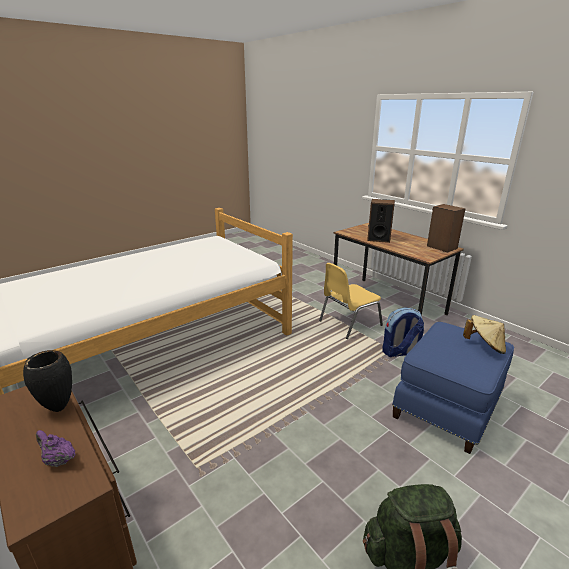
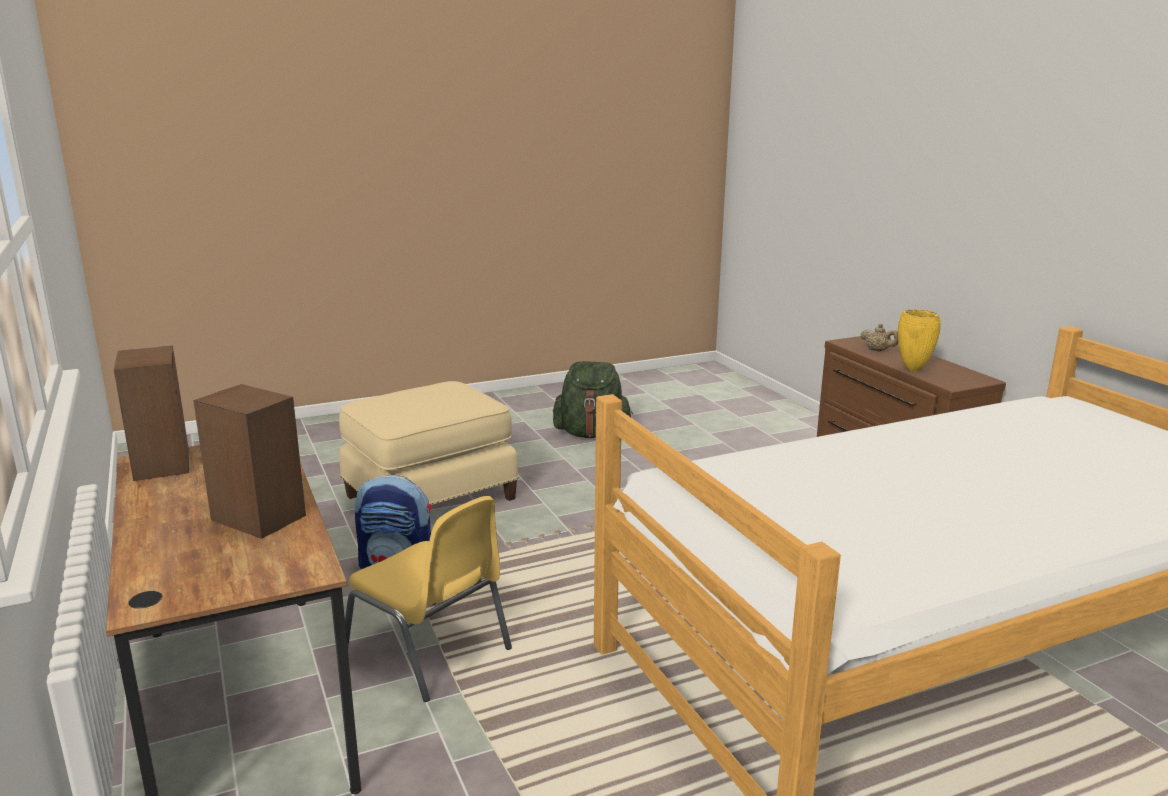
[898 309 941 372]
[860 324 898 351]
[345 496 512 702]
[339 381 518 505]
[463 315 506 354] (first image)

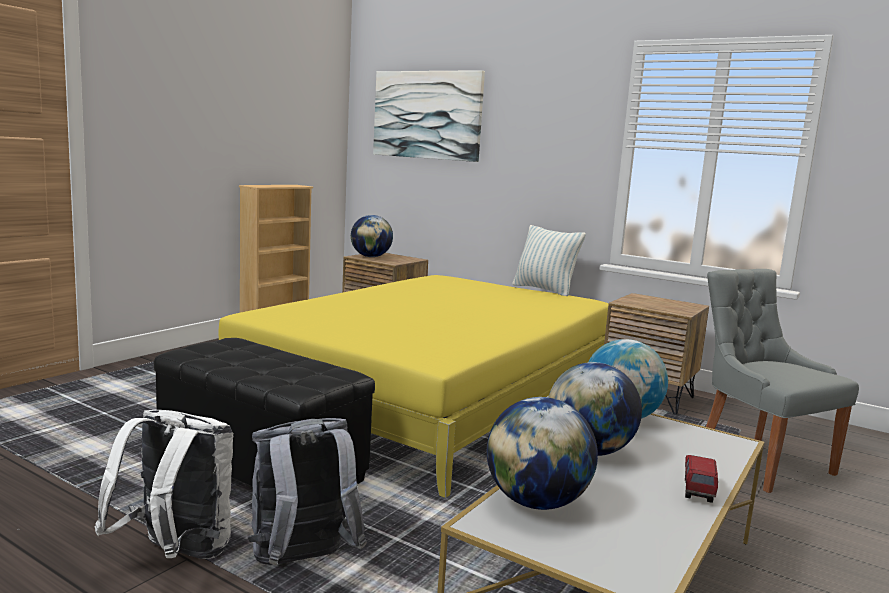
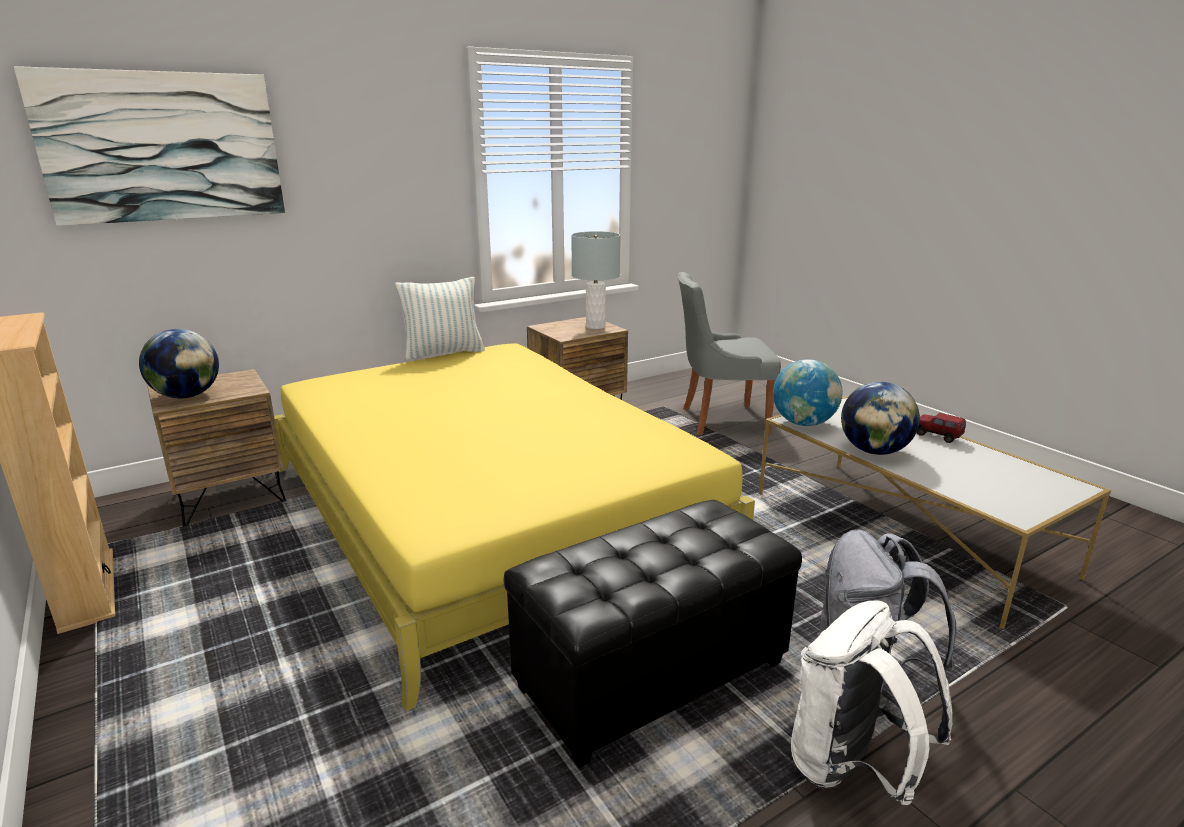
[487 397 598 510] (first image)
[571 231 620 329]

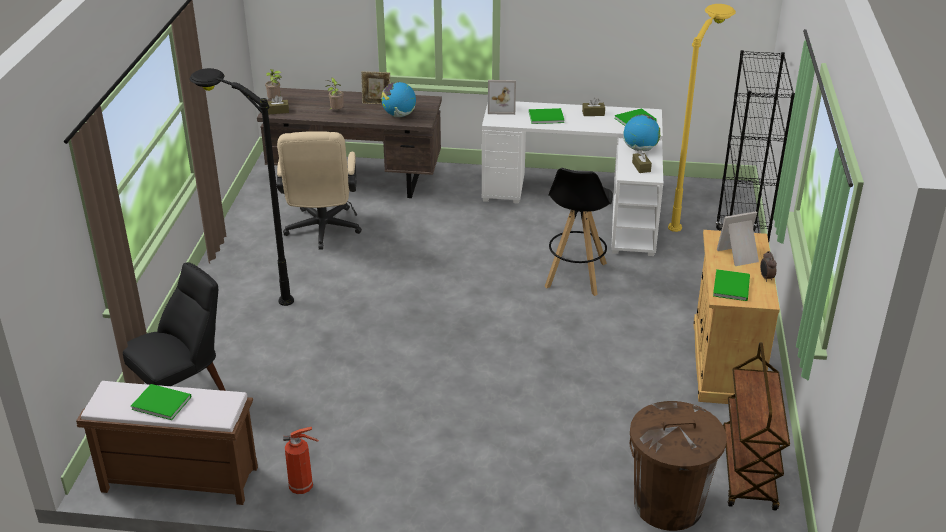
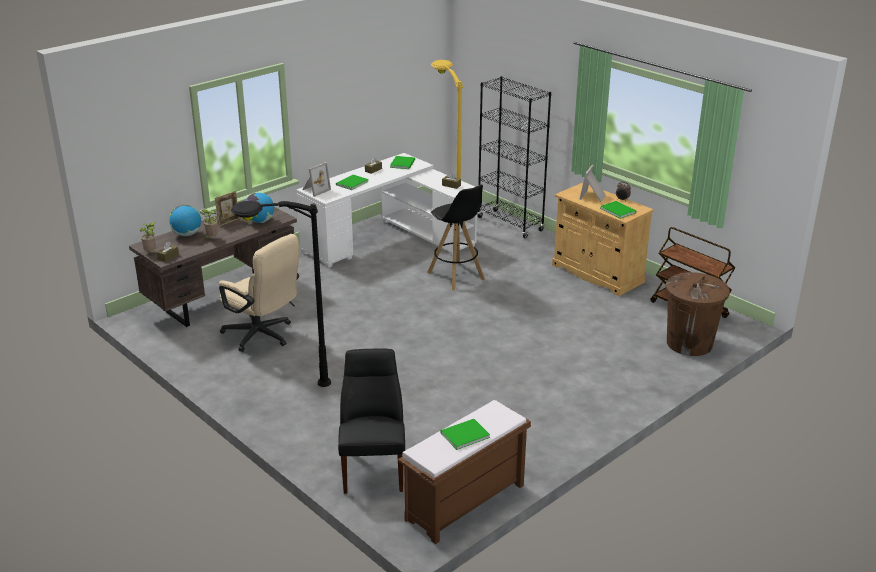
[283 427 319 494] (first image)
[169 205 201 236]

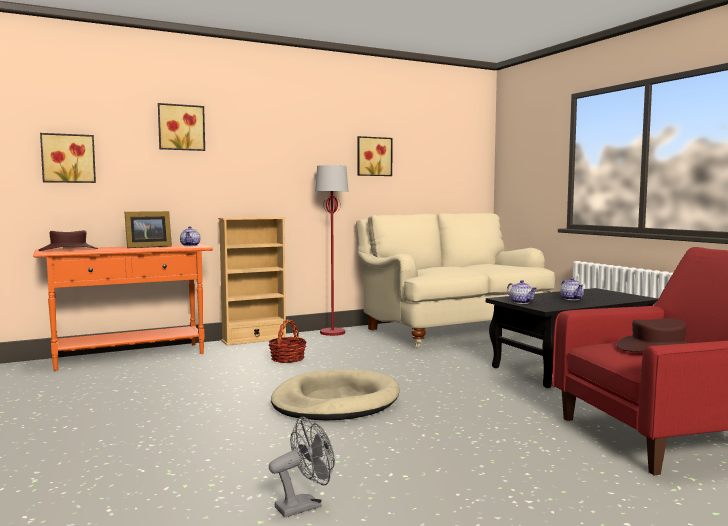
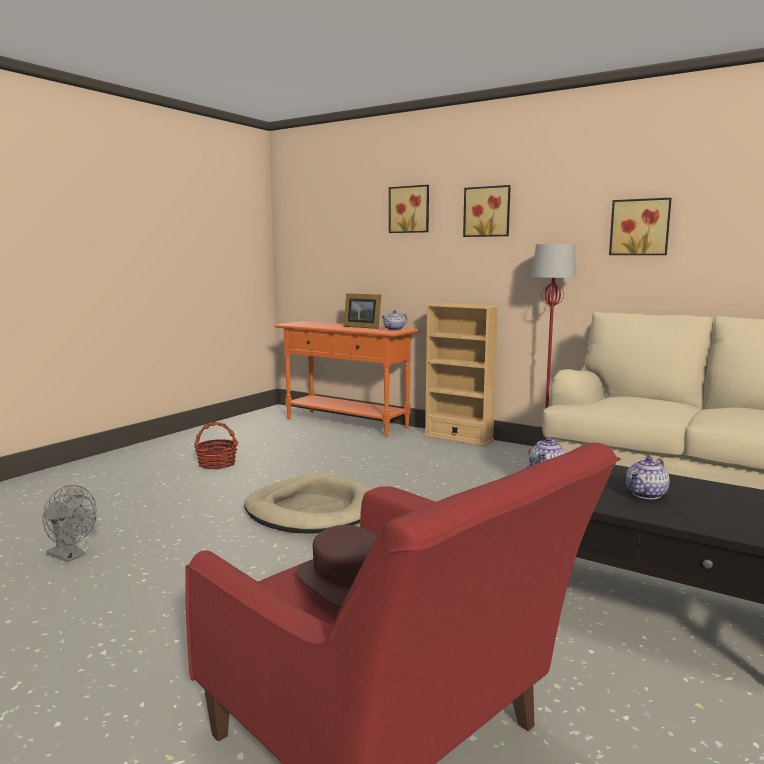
[39 230 98 251] (first image)
[463 185 511 237]
[194 422 238 469]

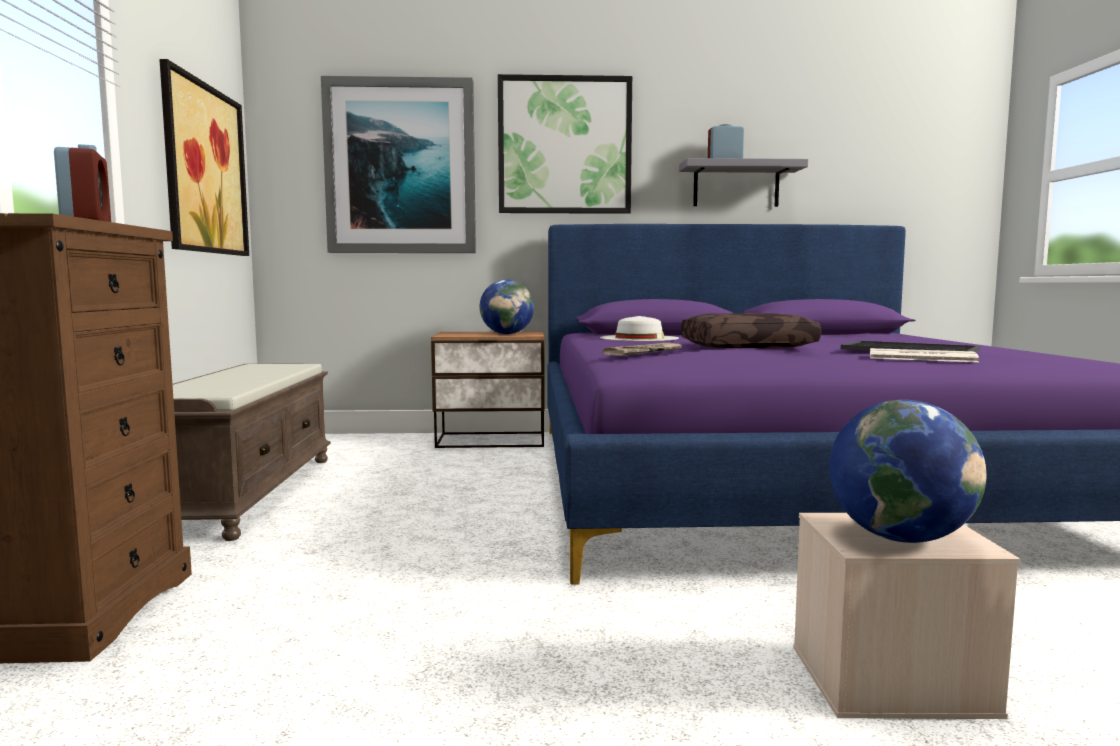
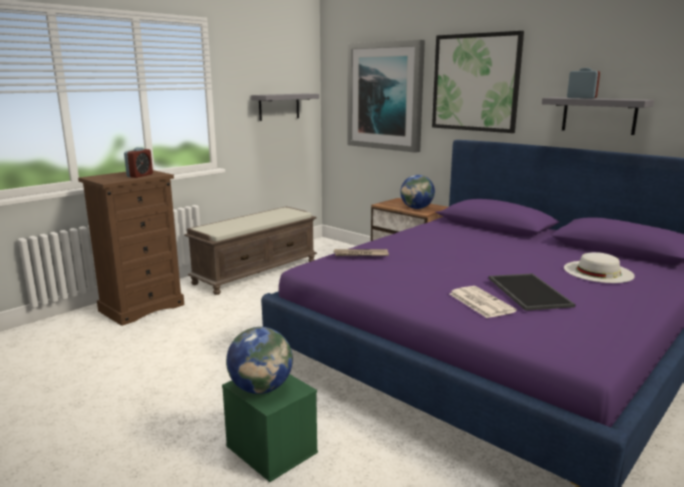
[251 94 319 121]
[564 252 635 283]
[681 313 821 348] (first image)
[222 374 318 482]

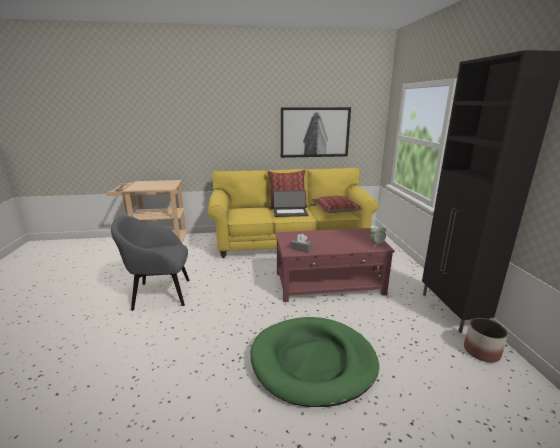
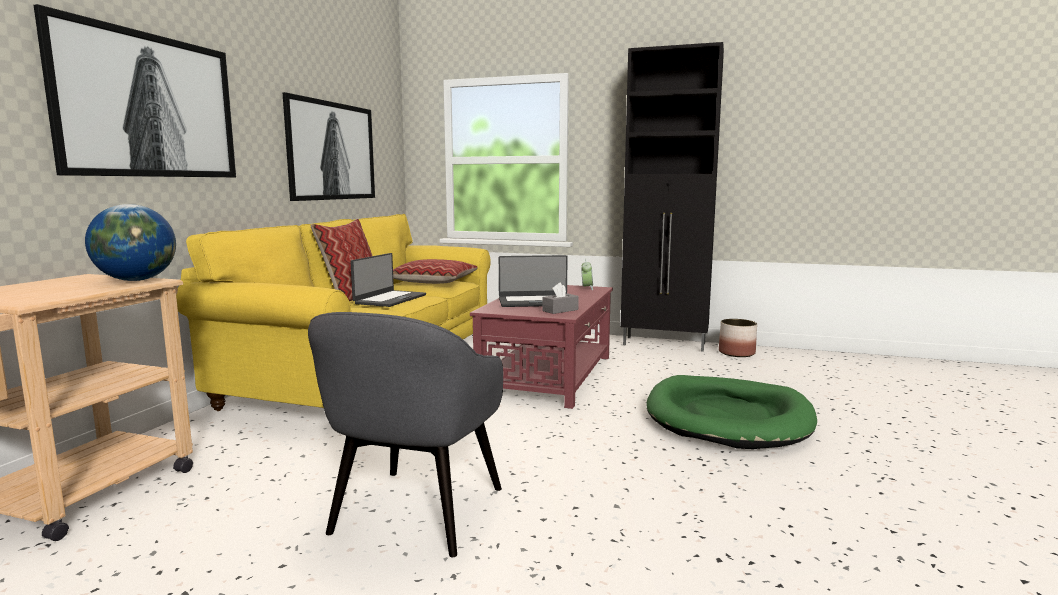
[34 4 236 177]
[85 204 176 281]
[499 255 568 307]

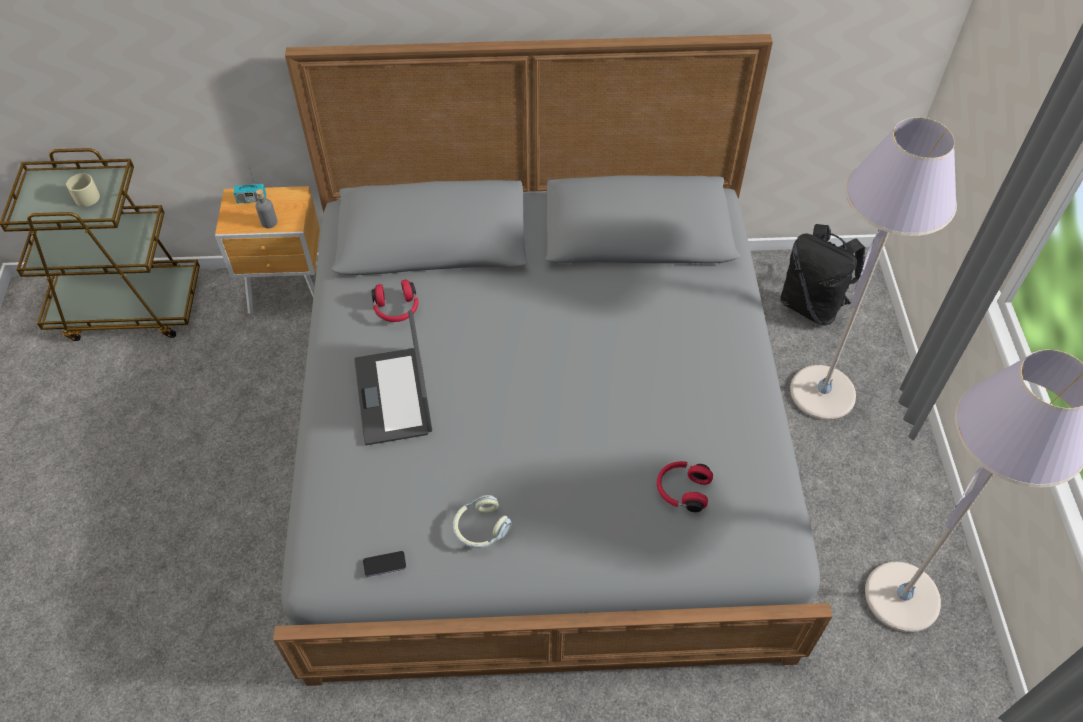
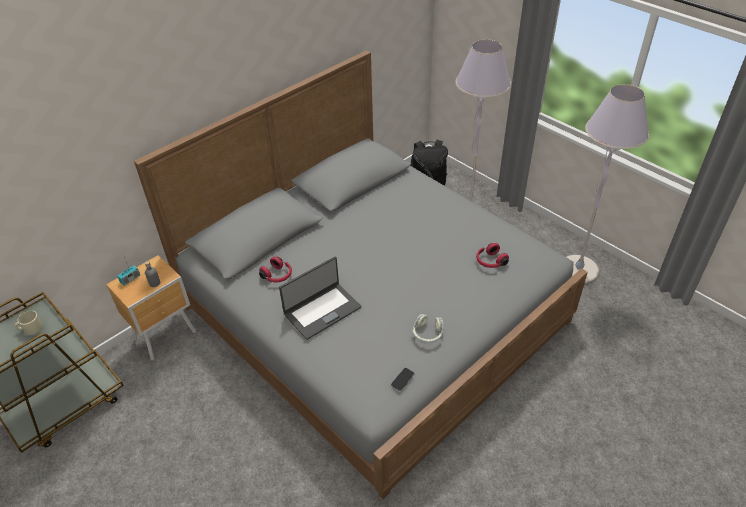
[279 257 361 340]

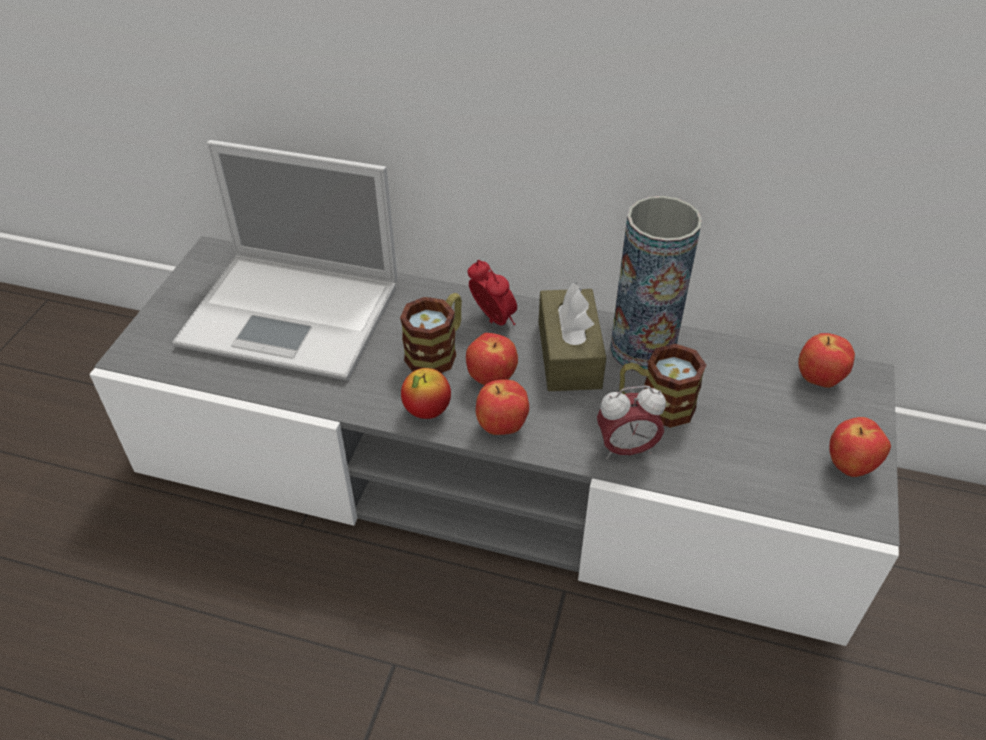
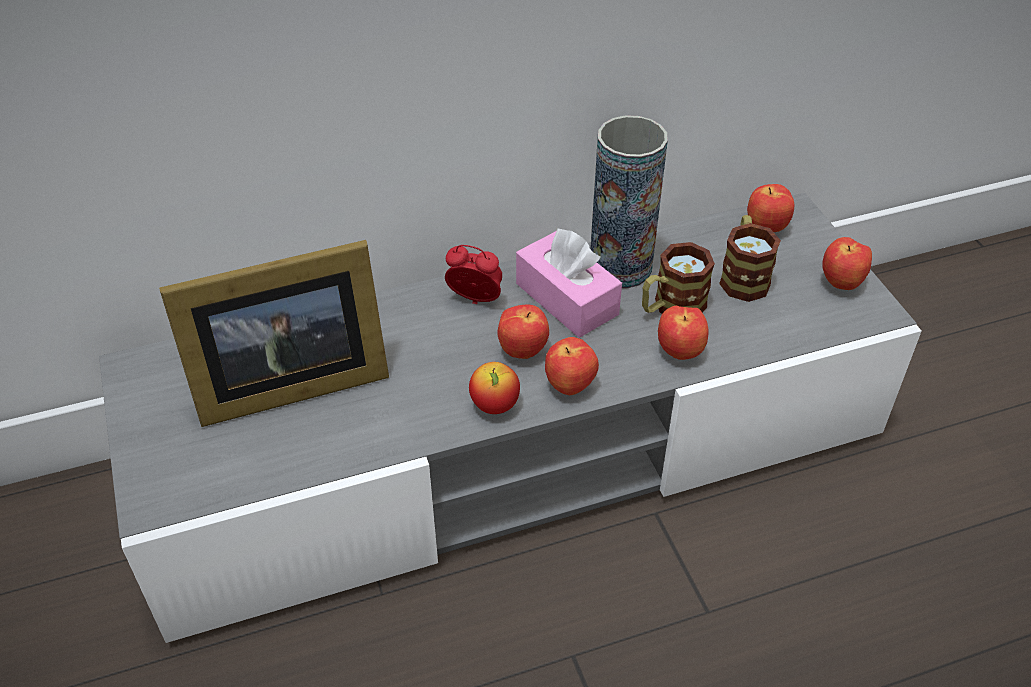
[159 240 389 427]
[719 215 781 302]
[516 229 622 338]
[658 306 709 360]

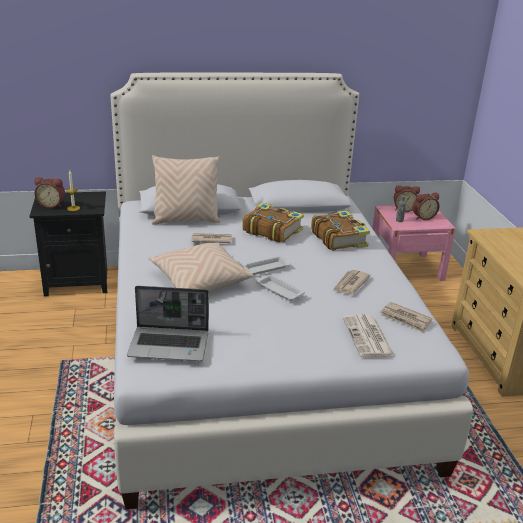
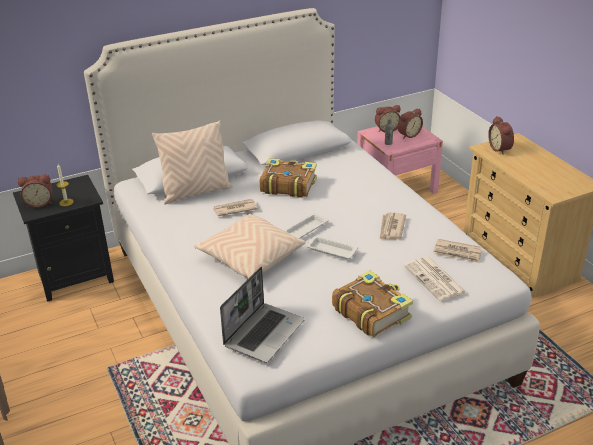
[220 267 305 363]
[332 270 413 337]
[488 116 514 154]

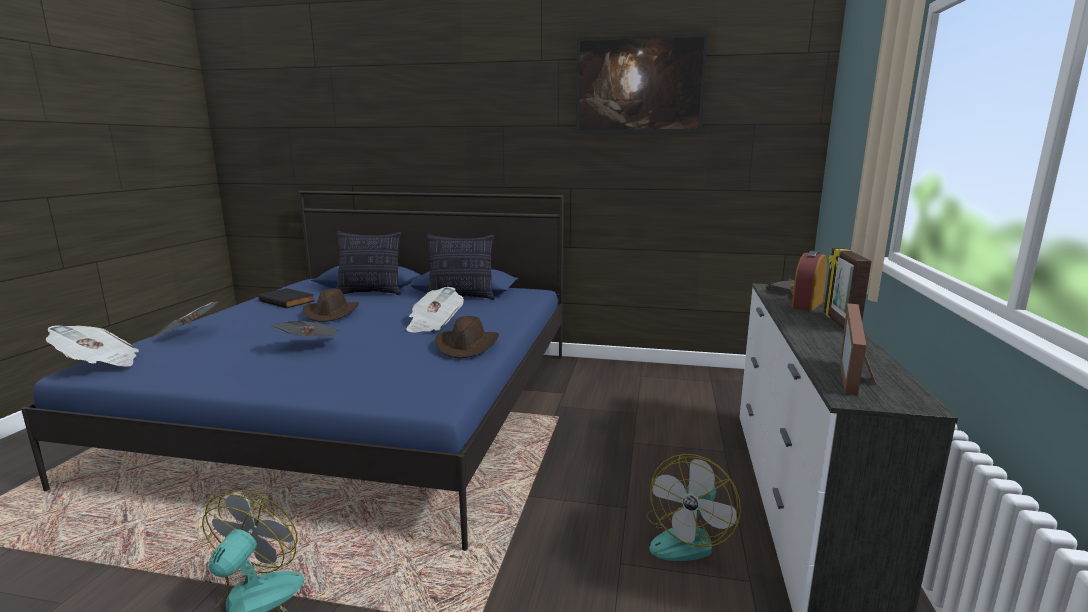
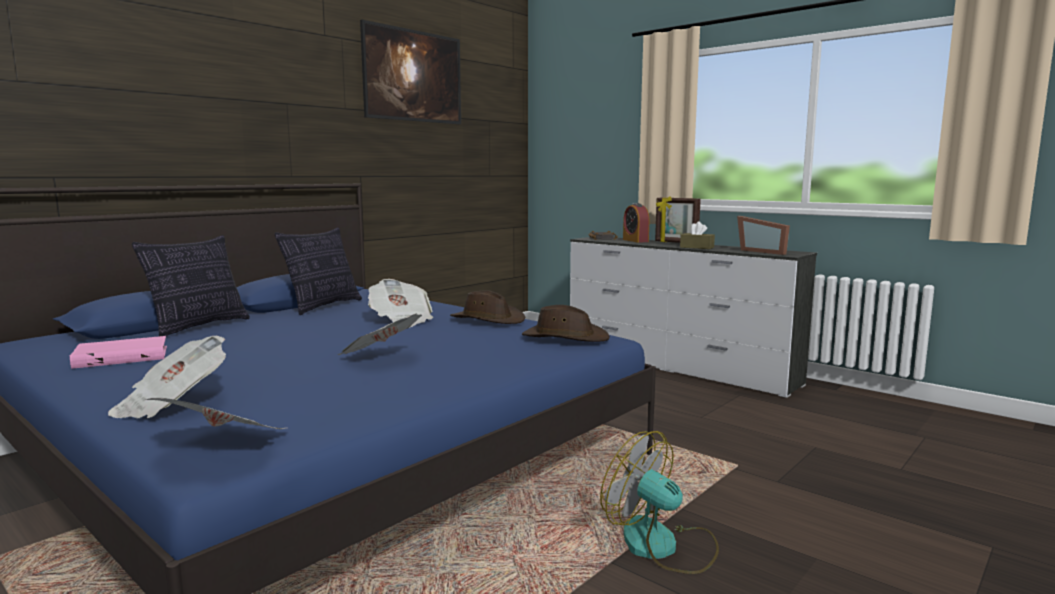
[70 336 167 369]
[522 305 610 342]
[646 454 741 561] (first image)
[680 221 715 249]

